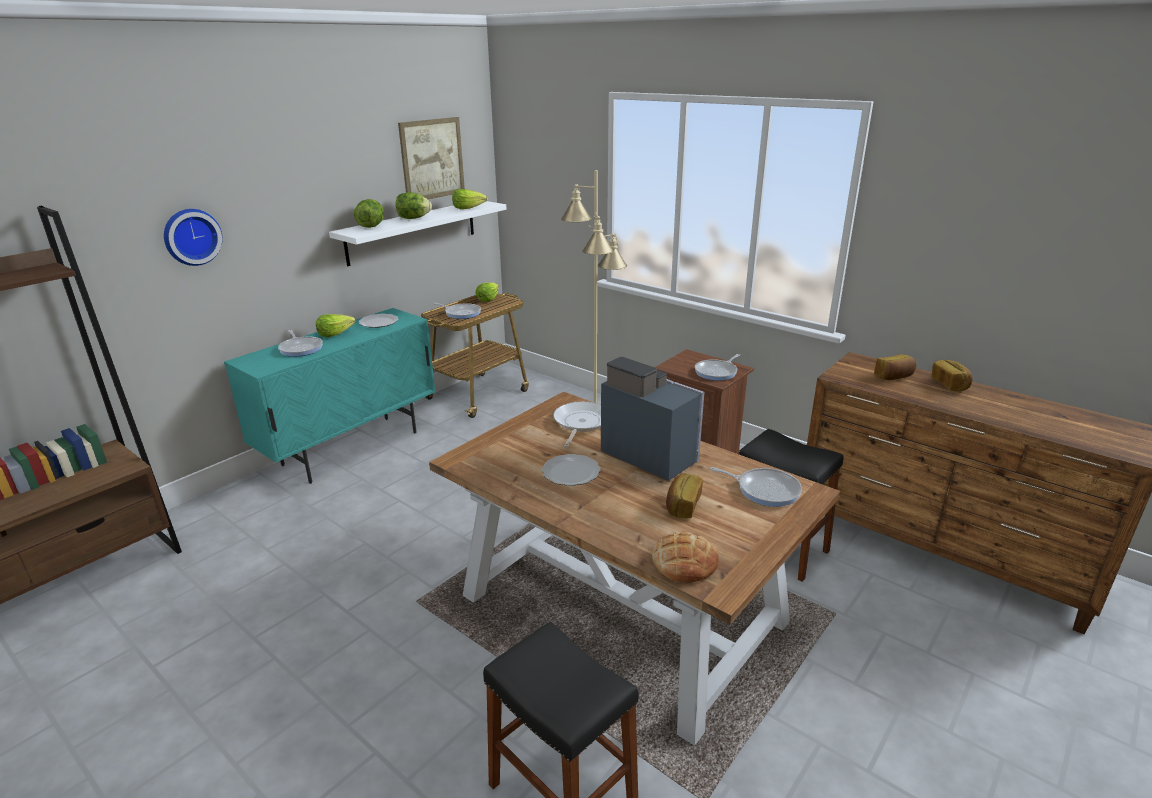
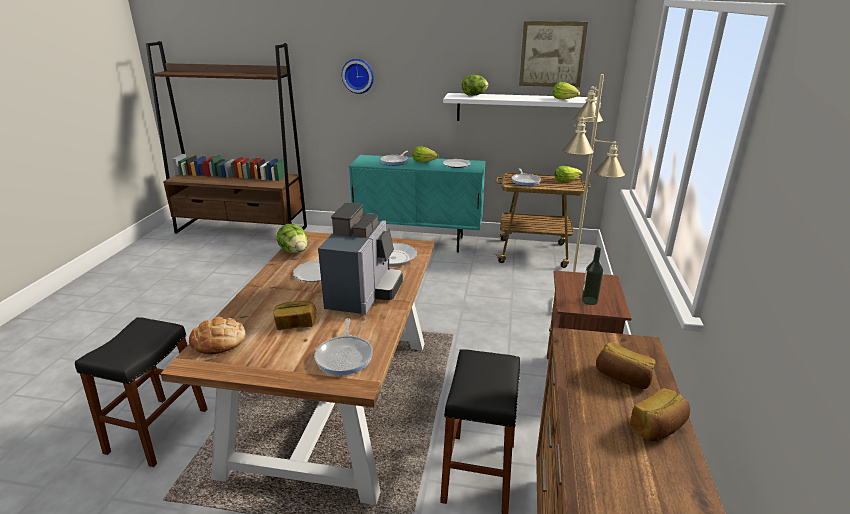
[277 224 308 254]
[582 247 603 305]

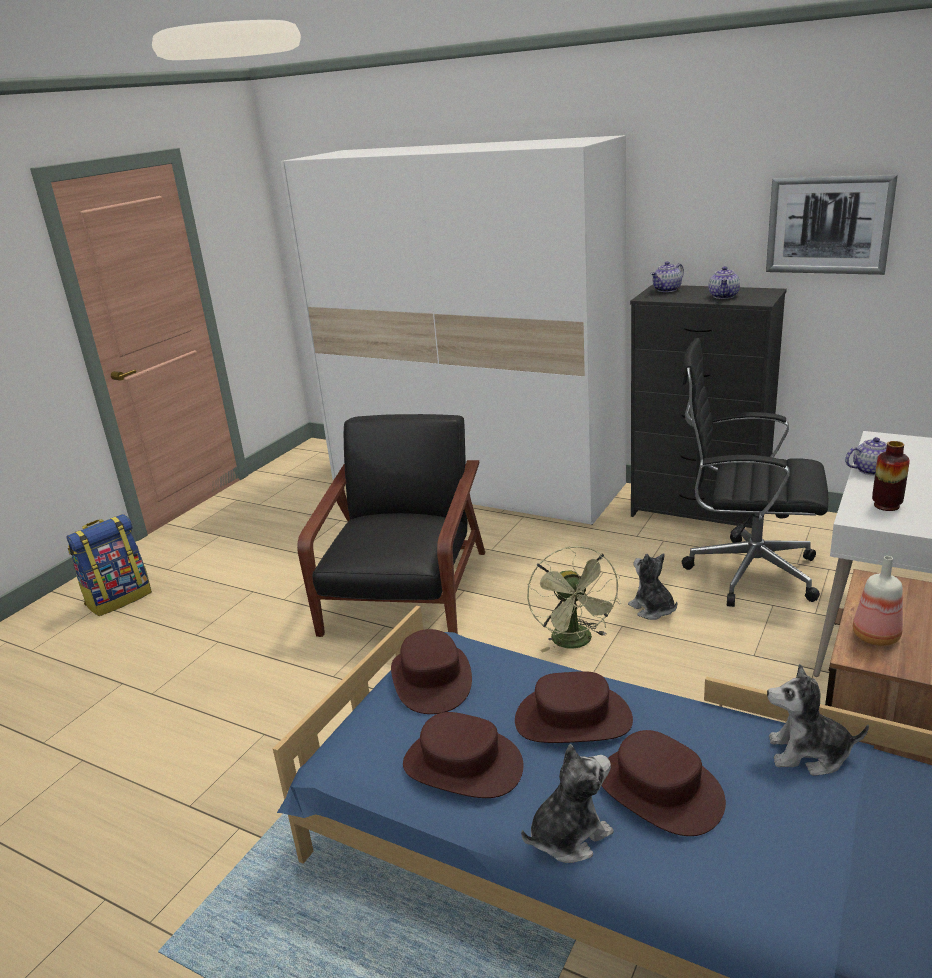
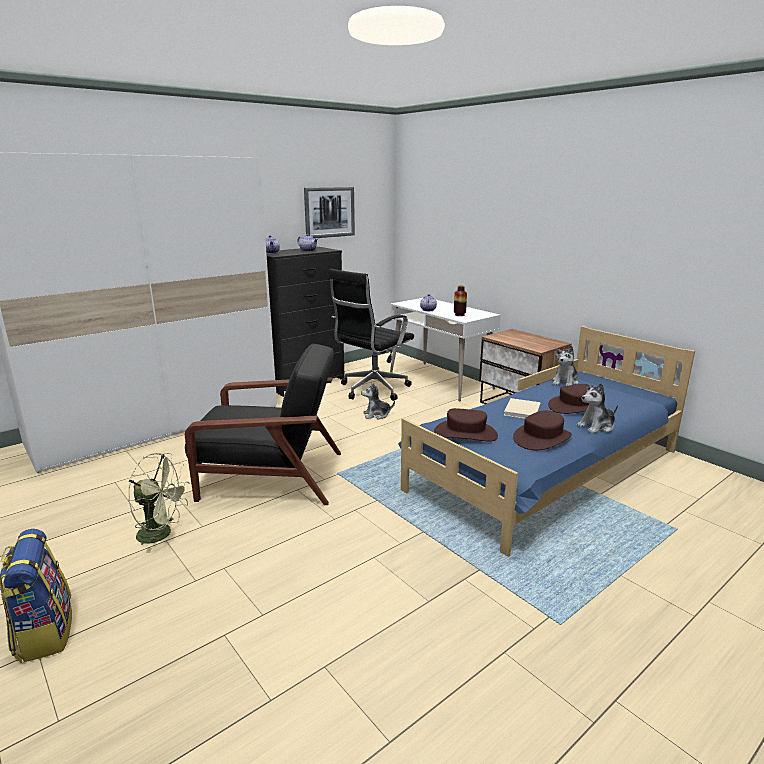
[185 343 341 505]
[504 398 541 419]
[576 383 618 434]
[128 453 190 553]
[853 556 903 646] (first image)

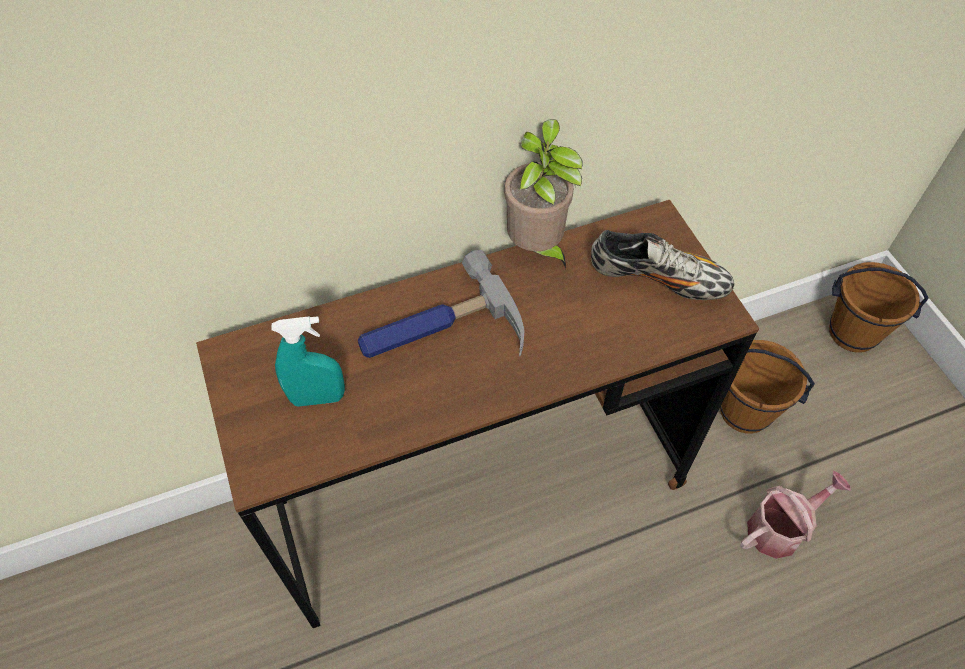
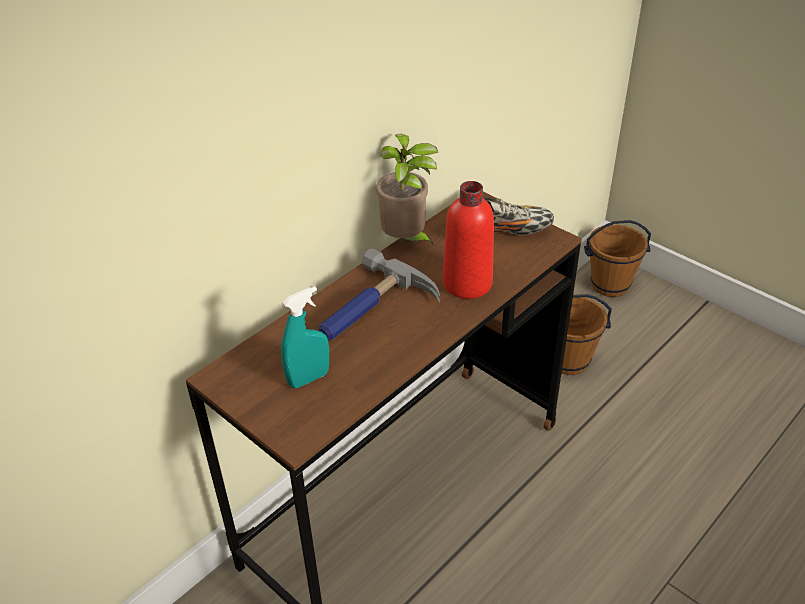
[740 470 851 559] (first image)
[443 181 494 299]

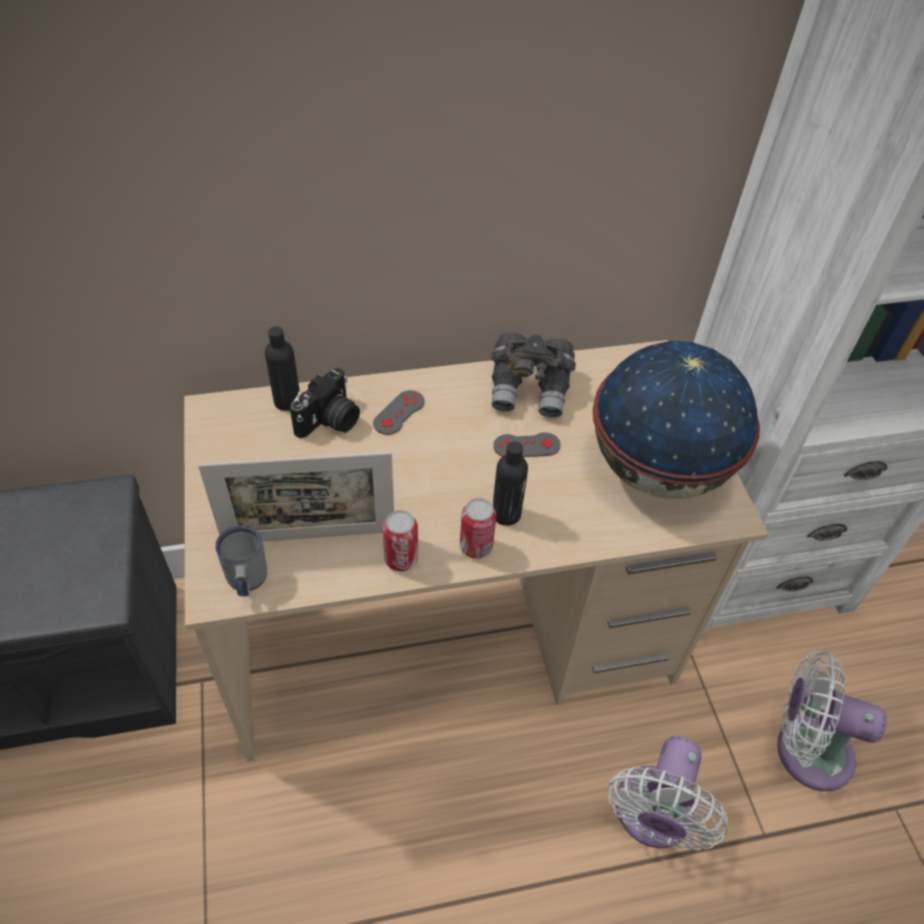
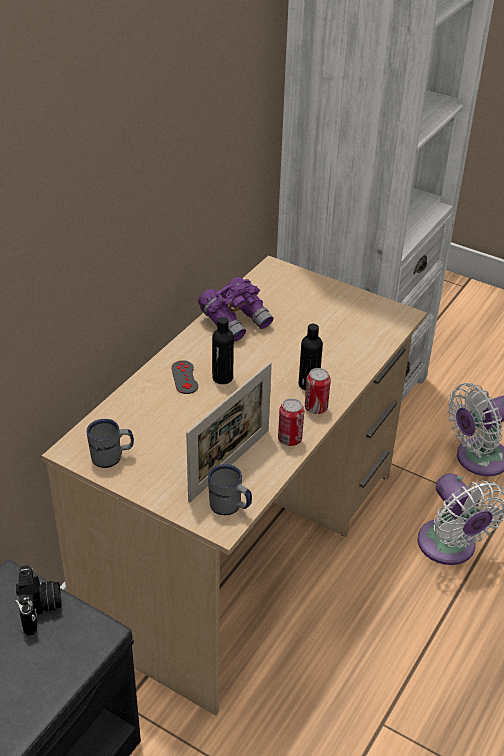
[212 317 234 384]
[15 565 62 636]
[198 277 273 342]
[493 432 561 457] (first image)
[593 341 760 499] (first image)
[86 419 134 468]

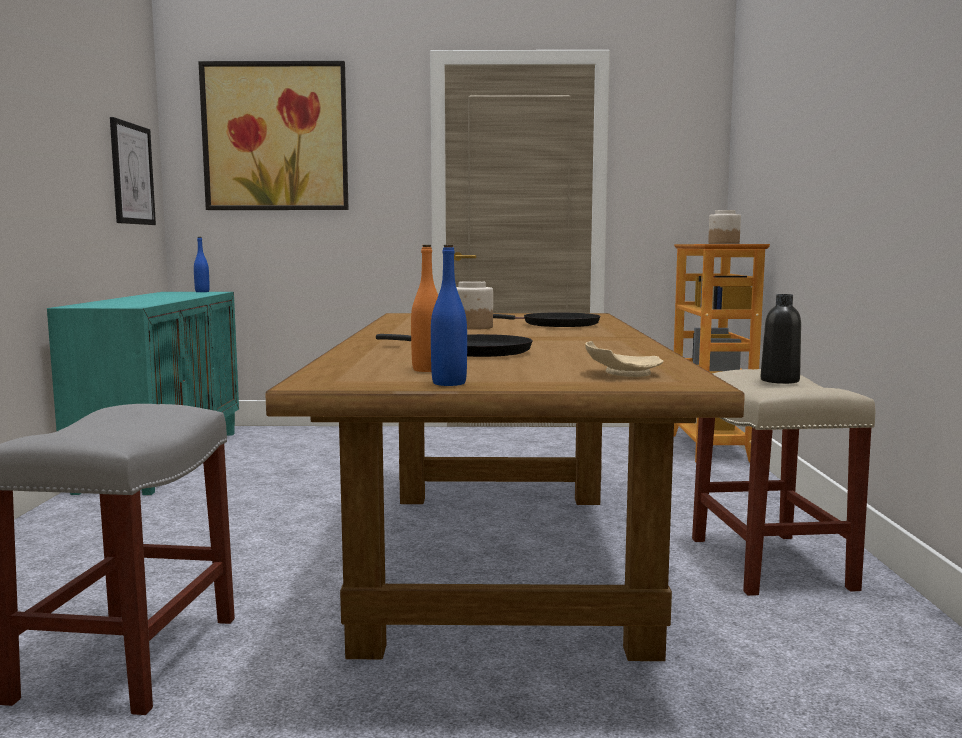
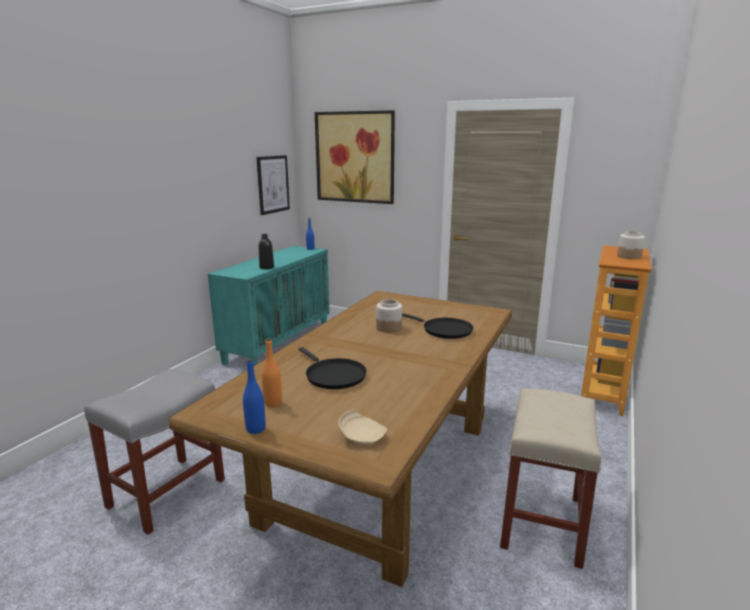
[259 234 274 269]

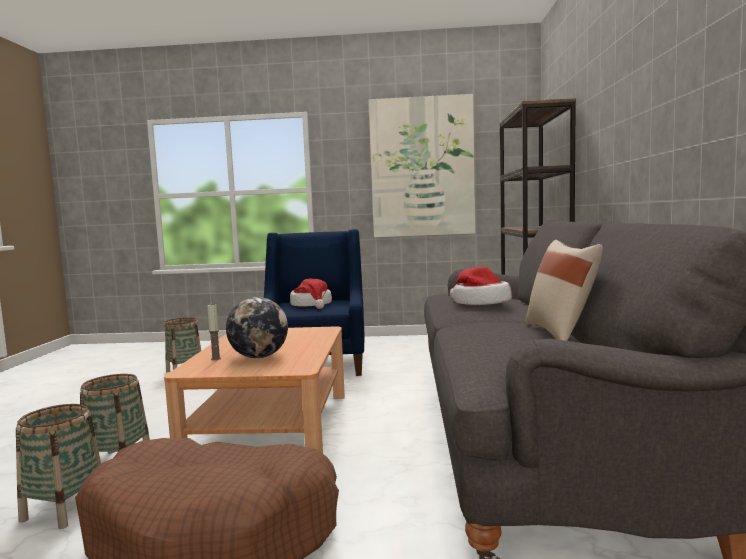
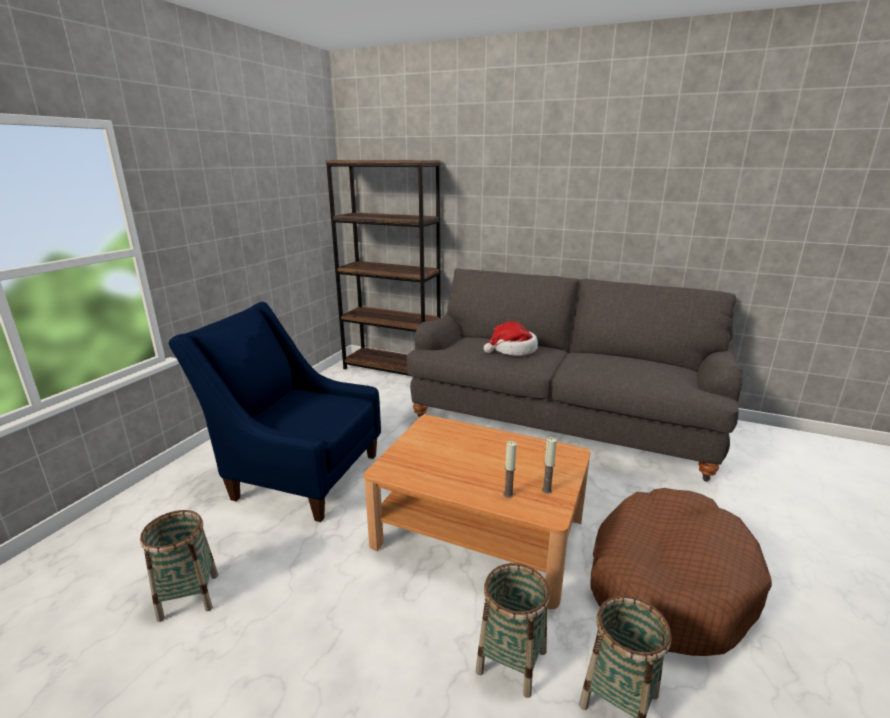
[226 297 288 358] (first image)
[290 278 332 309] (first image)
[368 94 476 237] (first image)
[526 240 603 341] (first image)
[542 437 557 494]

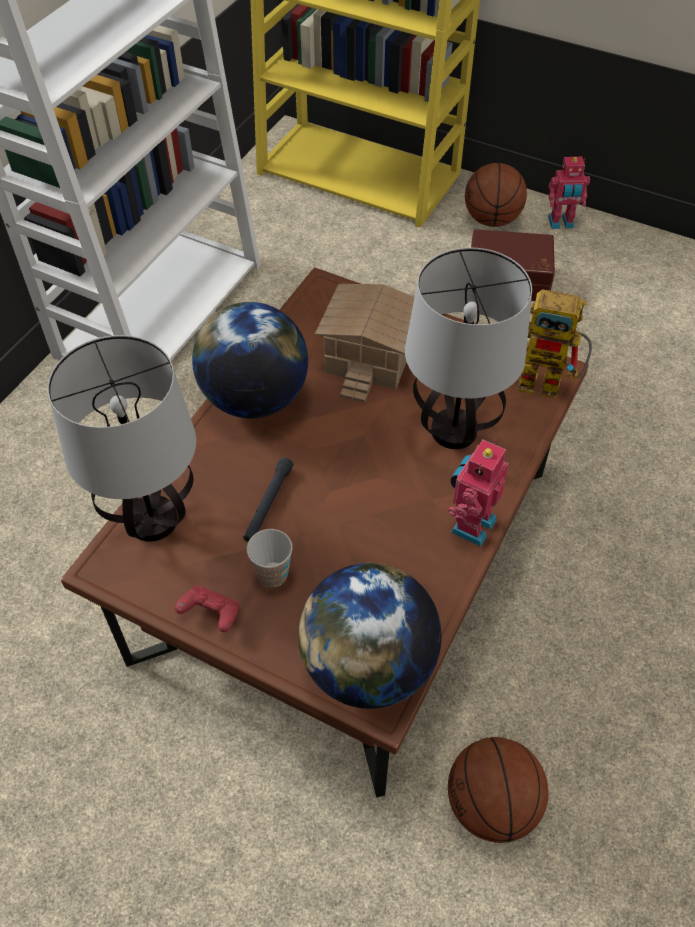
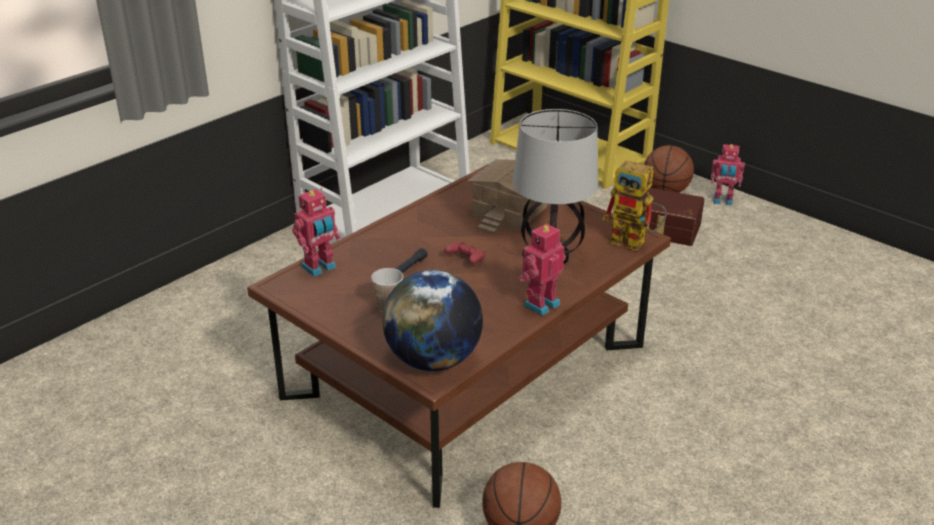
[292 189 341 277]
[444 242 485 264]
[192 302 308 418] (first image)

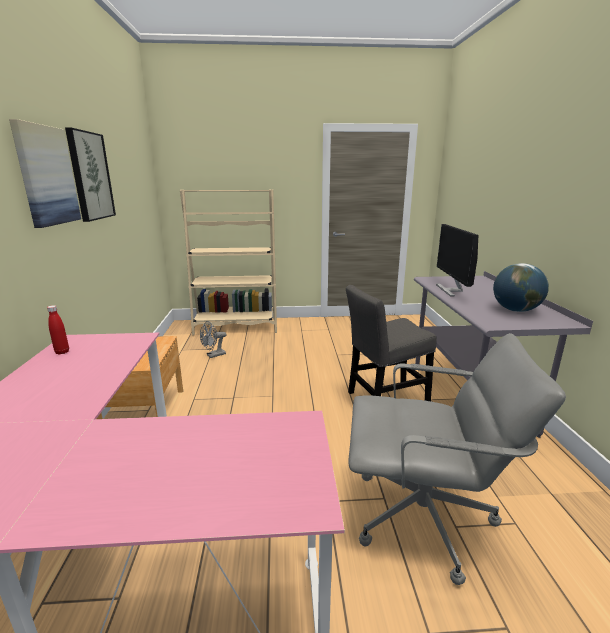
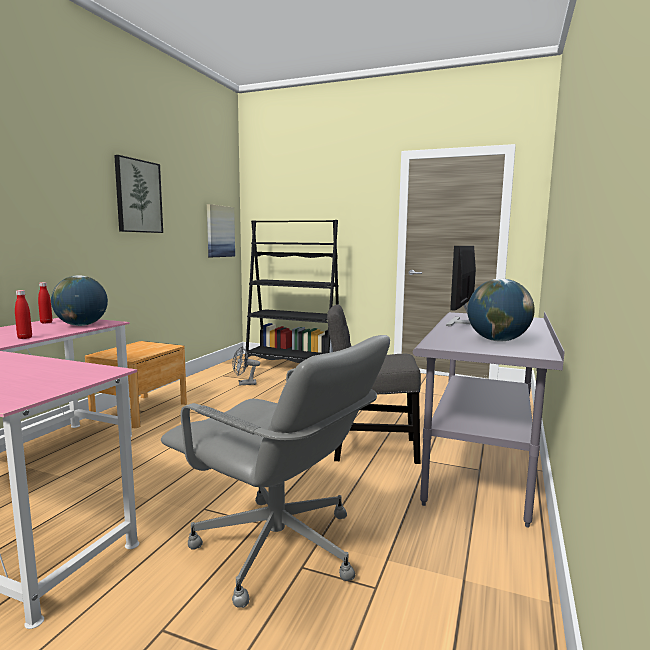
[207 204 235 257]
[245 220 339 367]
[15 290 32 339]
[51 275 108 326]

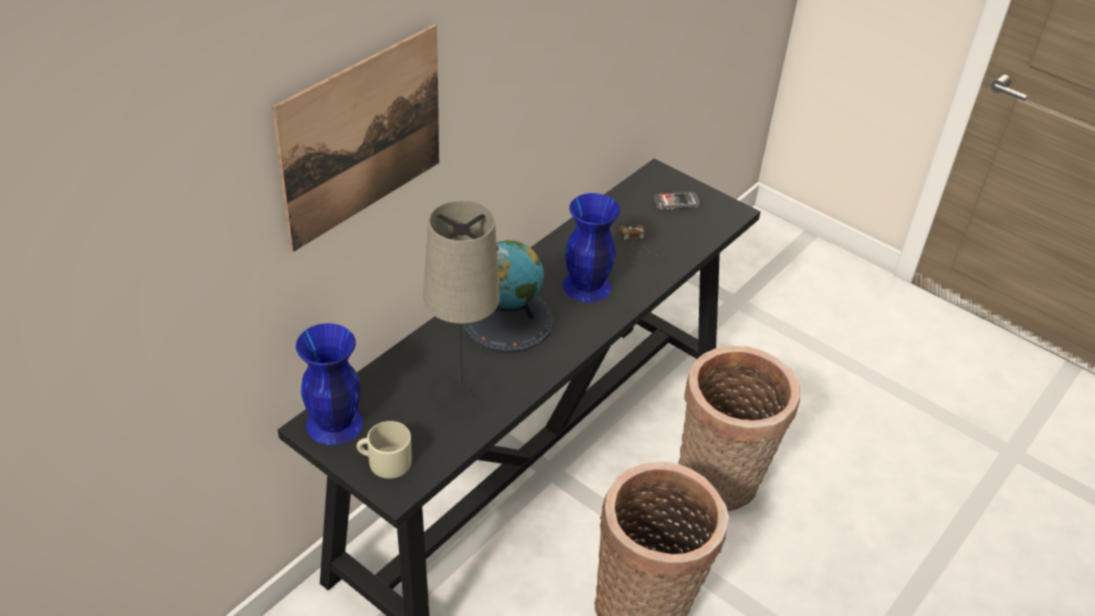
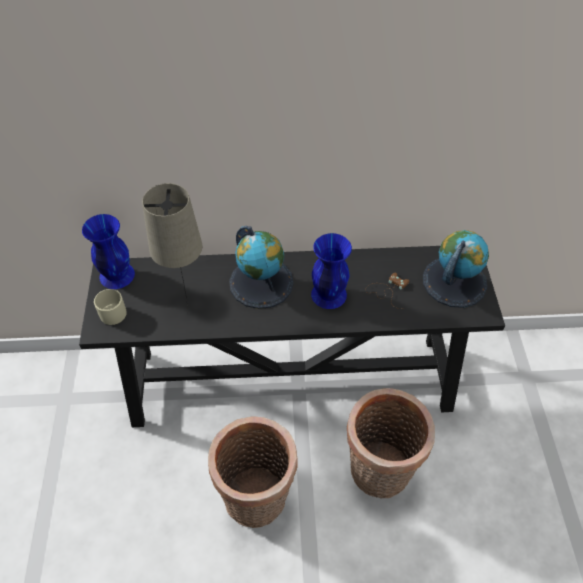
[272 24 439 252] (first image)
[423 230 489 308]

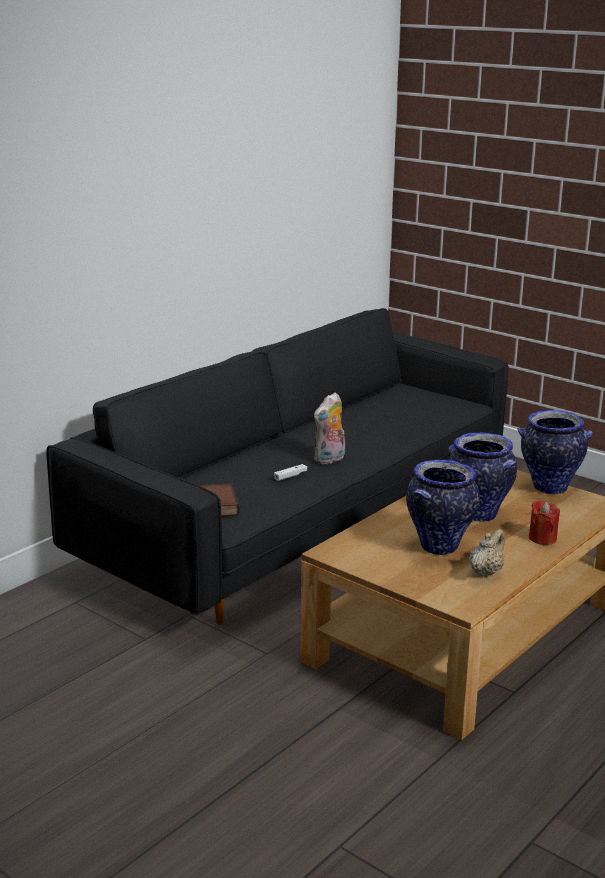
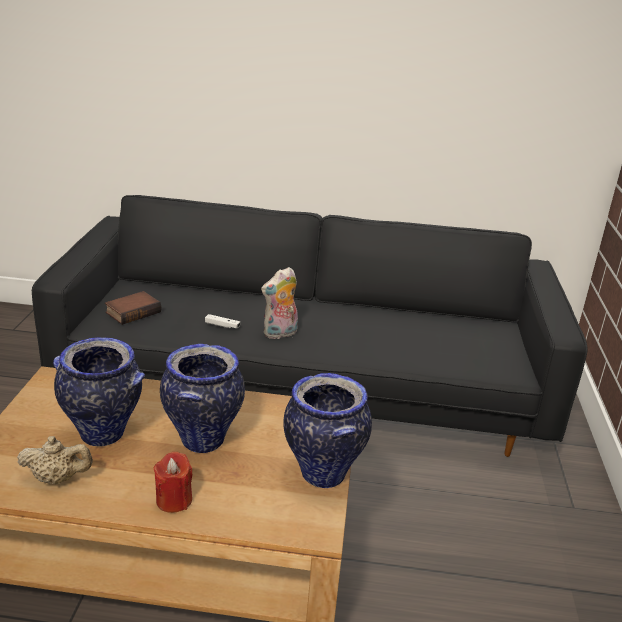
[261 267 298 339]

